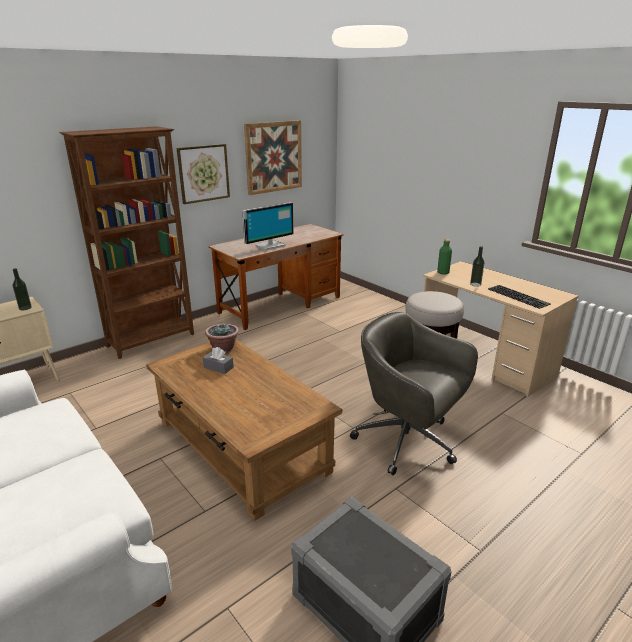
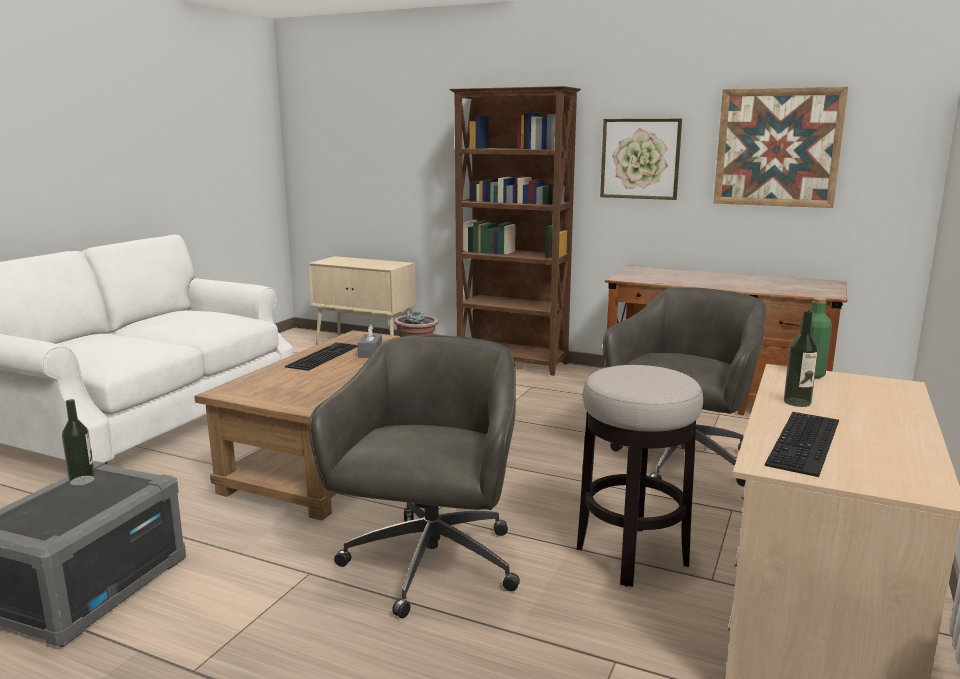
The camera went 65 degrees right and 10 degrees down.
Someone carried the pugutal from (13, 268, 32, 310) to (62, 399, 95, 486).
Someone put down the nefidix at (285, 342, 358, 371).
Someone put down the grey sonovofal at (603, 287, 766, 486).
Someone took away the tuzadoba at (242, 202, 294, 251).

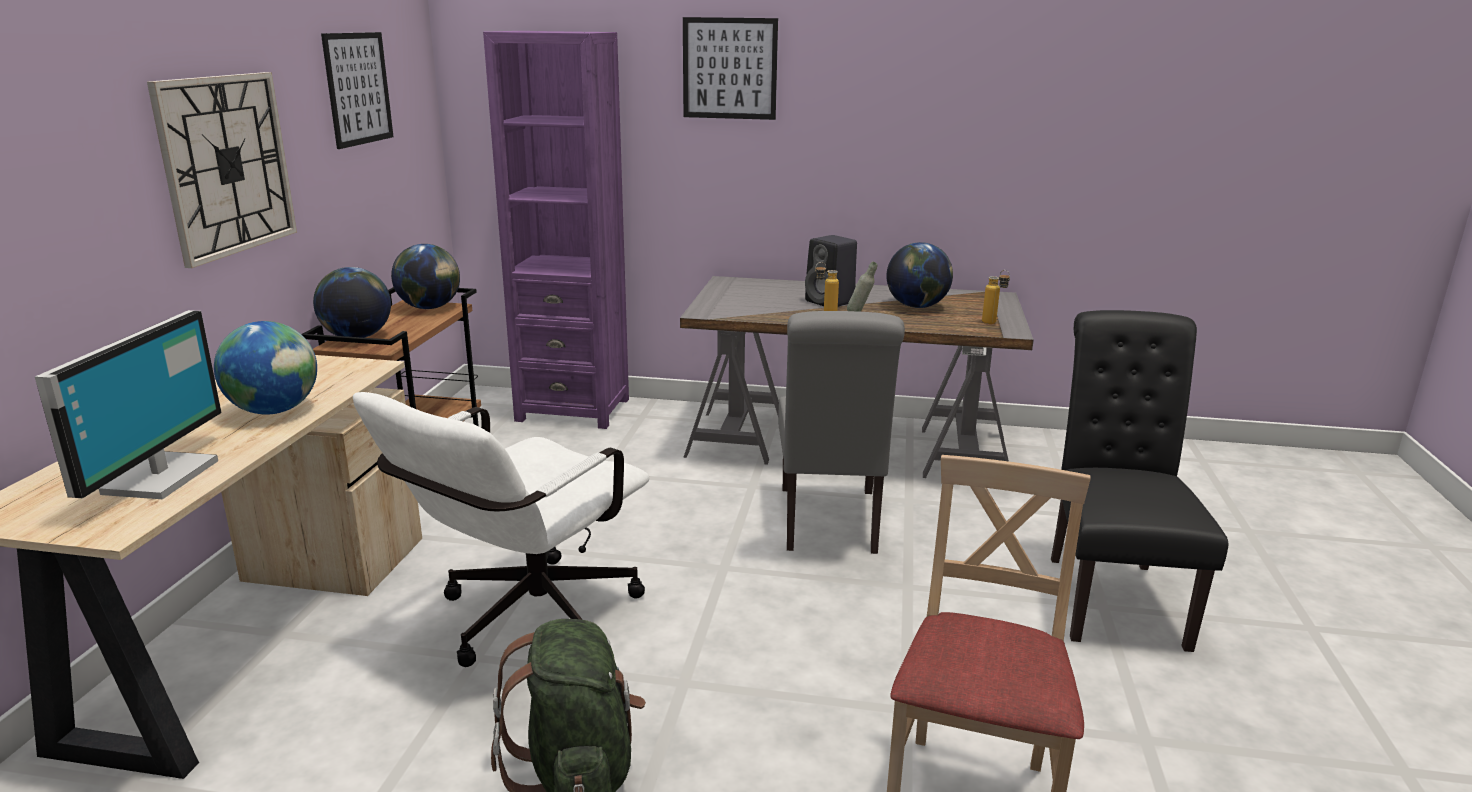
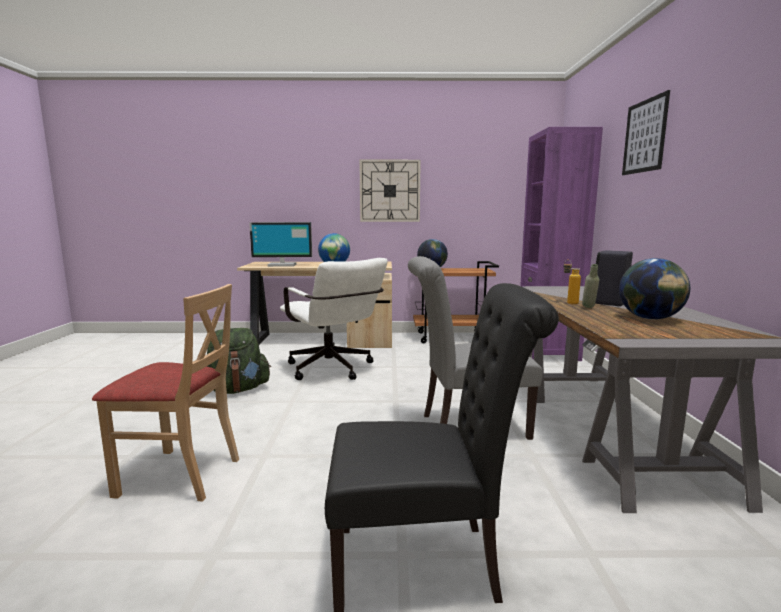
The camera went 80 degrees right and 10 degrees down.
Someone rotated the white sonovofal at (353, 392, 649, 667) by 150 degrees counterclockwise.
Someone took away the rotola at (321, 32, 394, 149).
Someone took away the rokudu at (391, 244, 460, 309).
Someone took away the pugutal at (982, 270, 1010, 324).

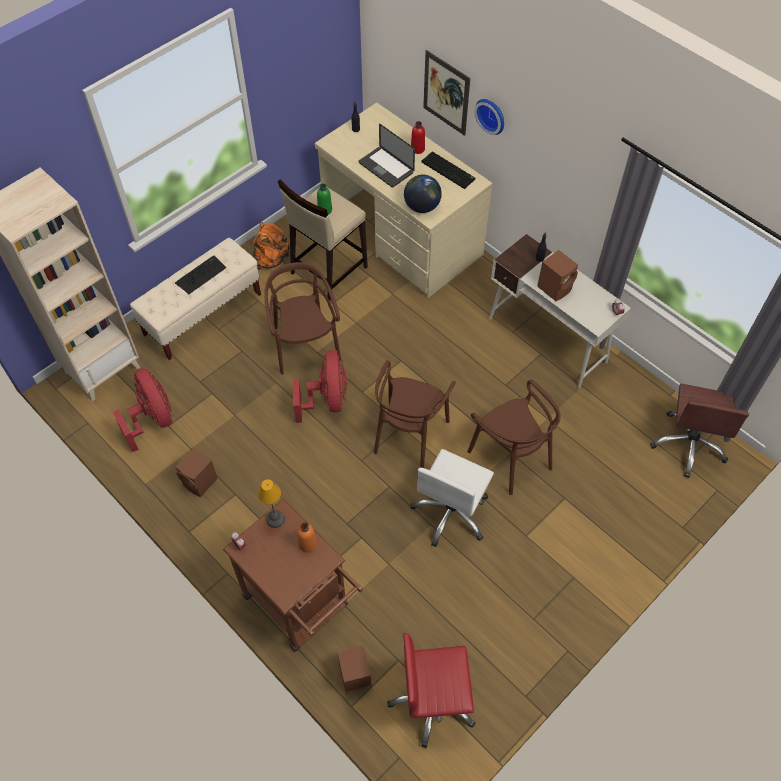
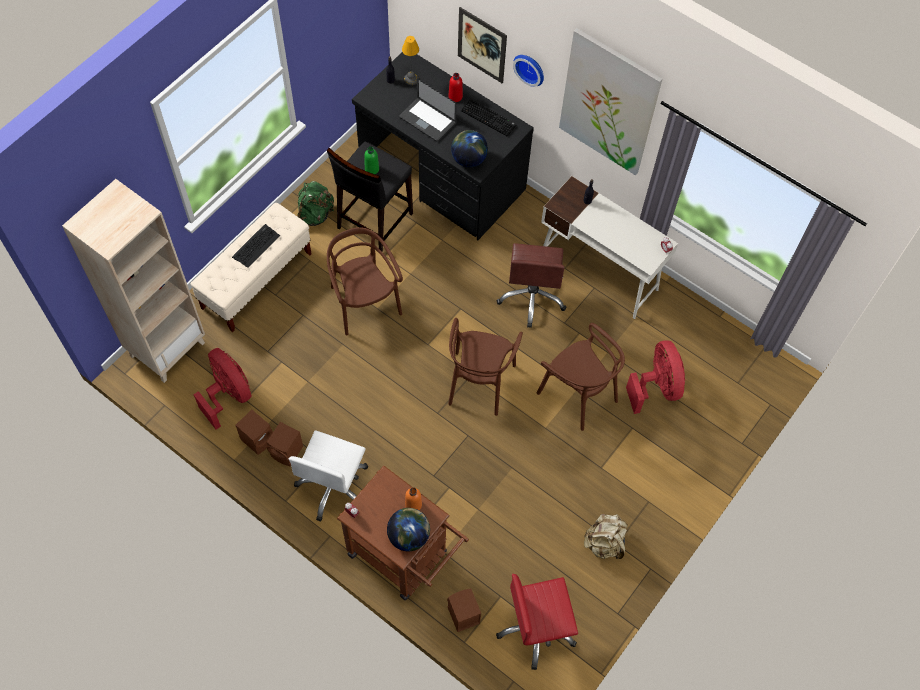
The camera went 10 degrees left and 5 degrees up.
Someone carried the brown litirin from (537, 250, 578, 301) to (236, 410, 273, 455).
Someone carried the white sonovofal from (410, 449, 494, 547) to (288, 430, 368, 521).
Someone repainted the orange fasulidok at (252, 222, 290, 269), which became the green fasulidok at (297, 181, 334, 226).
Someone repainted the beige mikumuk at (278, 179, 368, 301), which became the black mikumuk at (327, 141, 413, 252).
Someone repainted the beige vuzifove at (315, 103, 493, 298), which became the black vuzifove at (352, 52, 534, 241).
Someone put down the rokudu at (387, 508, 430, 551).
Someone carried the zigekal from (258, 479, 285, 528) to (402, 36, 419, 85).
Someone carried the brown sonovofal from (650, 384, 749, 478) to (496, 243, 566, 328).
Someone put up the rotola at (559, 28, 662, 175).
Someone put down the beige fasulidok at (584, 514, 628, 559).
Someone carried the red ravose from (293, 350, 347, 423) to (626, 340, 685, 414).

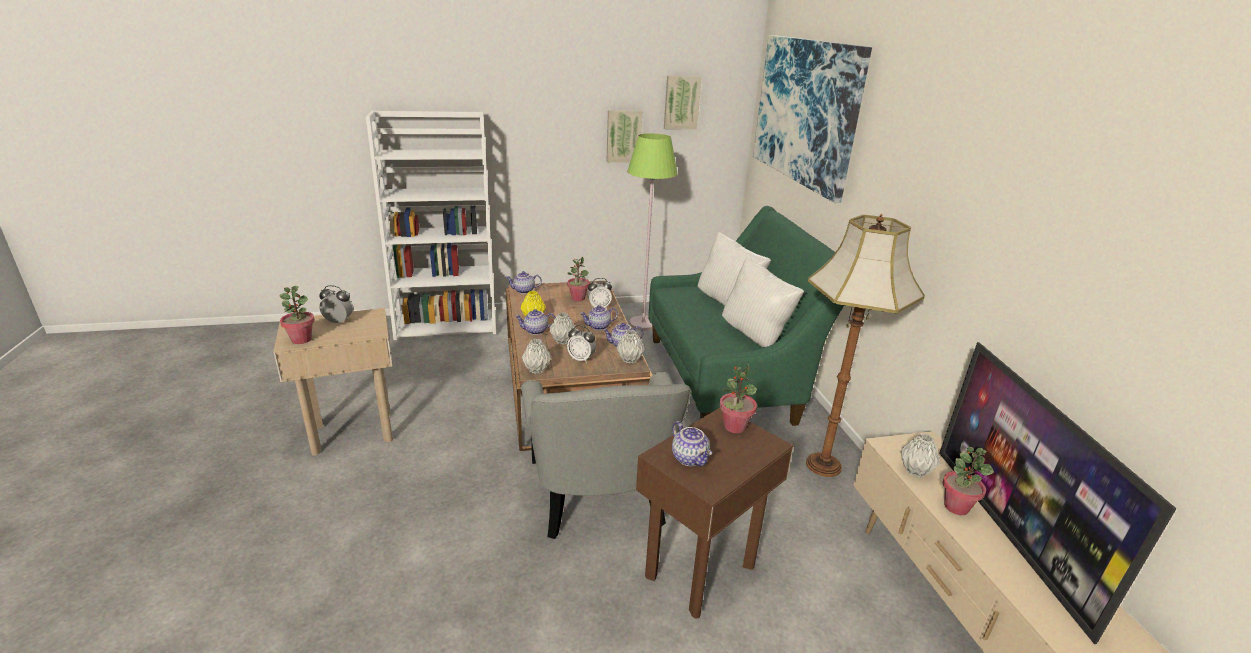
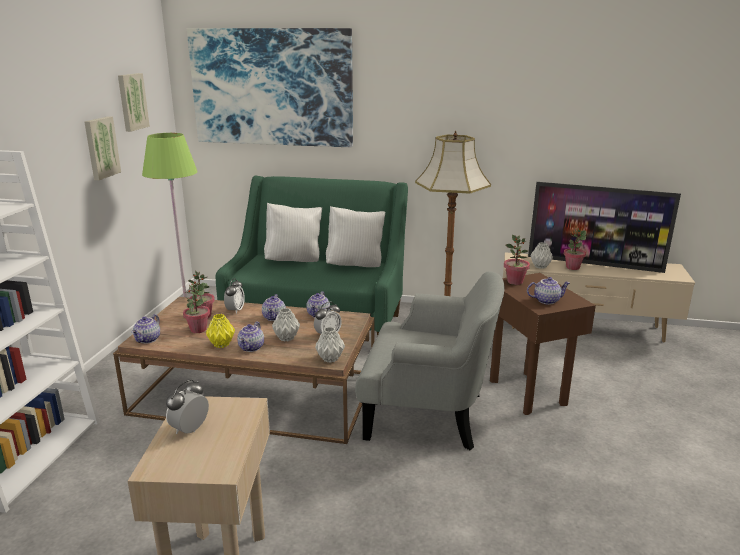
The camera went 65 degrees left and 5 degrees down.
Someone carried the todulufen from (279, 286, 315, 344) to (183, 283, 210, 333).
Someone took away the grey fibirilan at (617, 330, 645, 364).

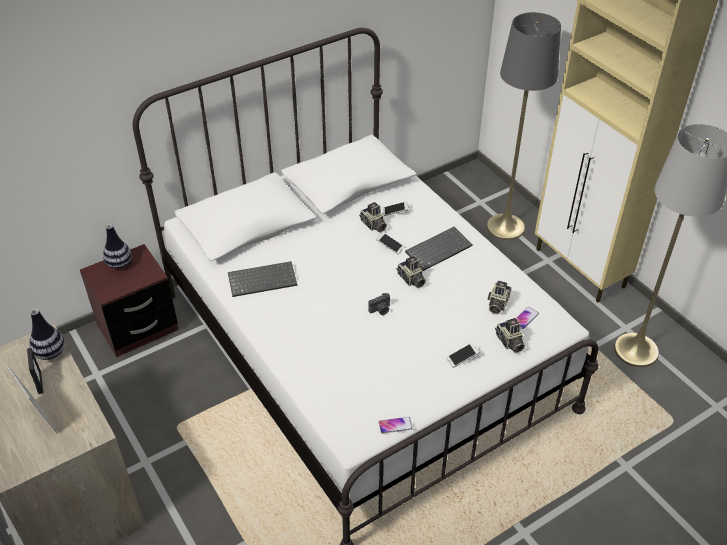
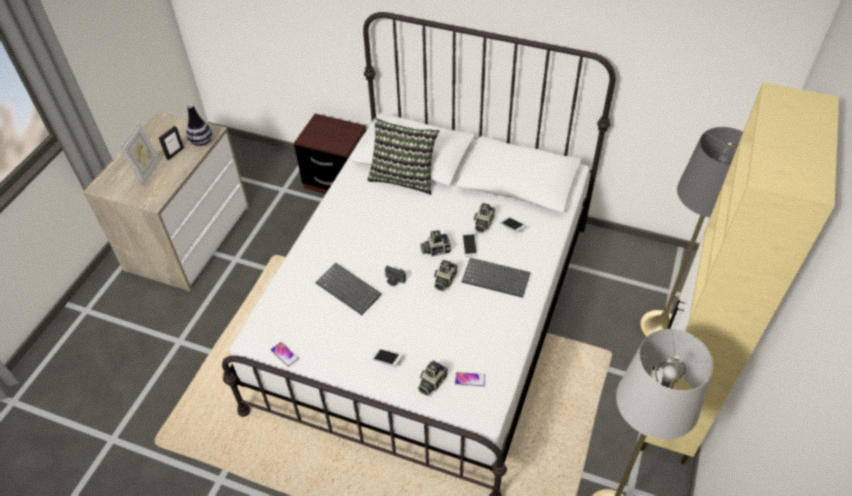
The camera went 55 degrees right and 5 degrees up.
Someone carried the nefidix from (228, 261, 297, 297) to (315, 263, 382, 315).
Someone put down the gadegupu at (367, 118, 439, 195).
Someone carried the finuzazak from (488, 281, 511, 314) to (420, 230, 451, 257).
Someone took away the fibirilan at (103, 224, 132, 269).

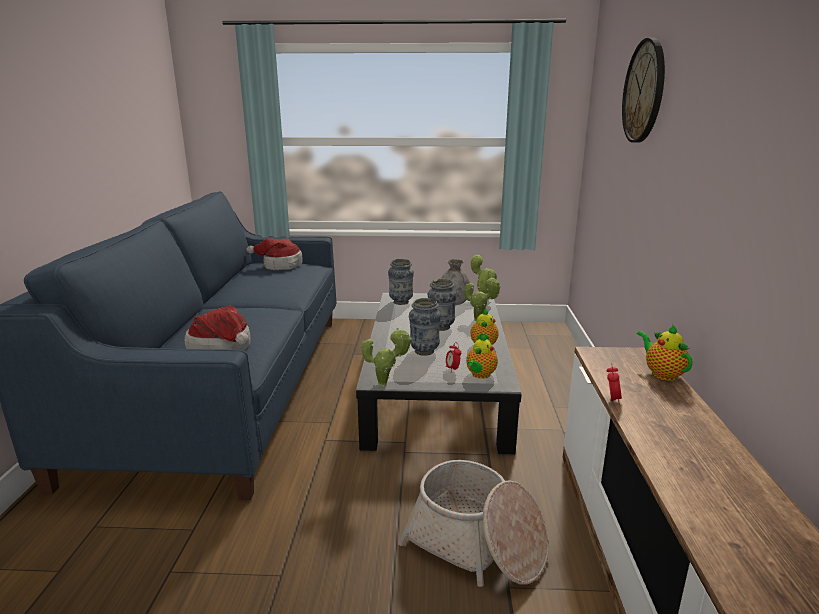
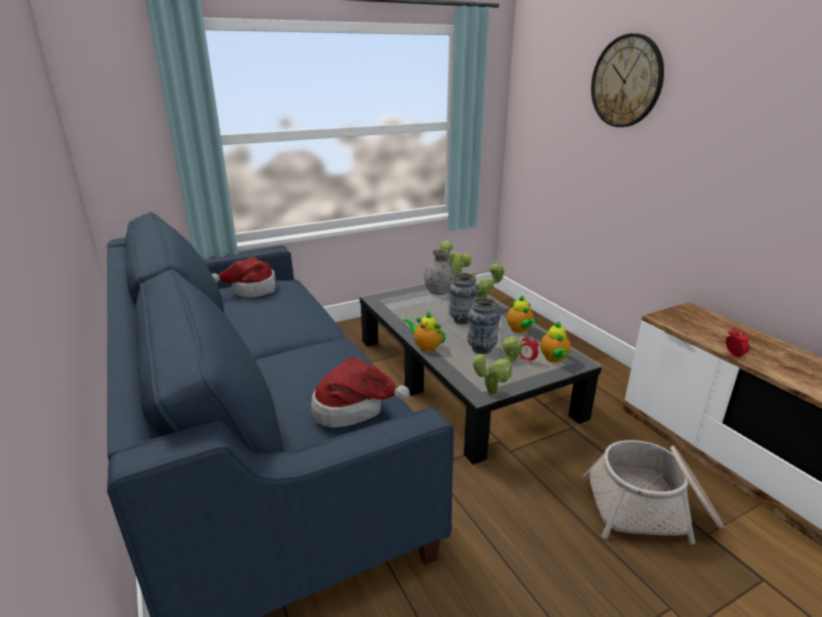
The camera went 30 degrees left and 5 degrees up.
Someone carried the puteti from (637, 325, 693, 381) to (403, 312, 446, 352).
Someone took away the fibirilan at (388, 259, 414, 305).

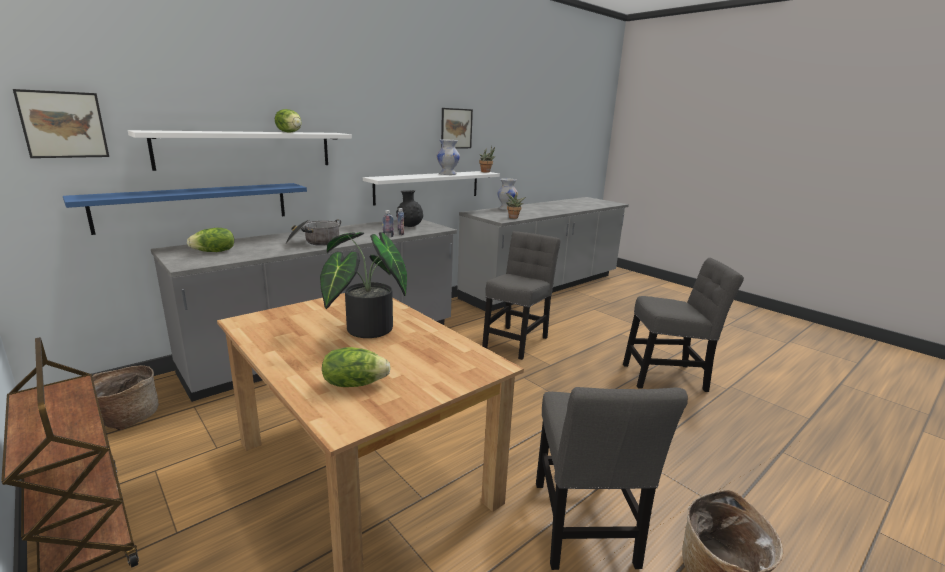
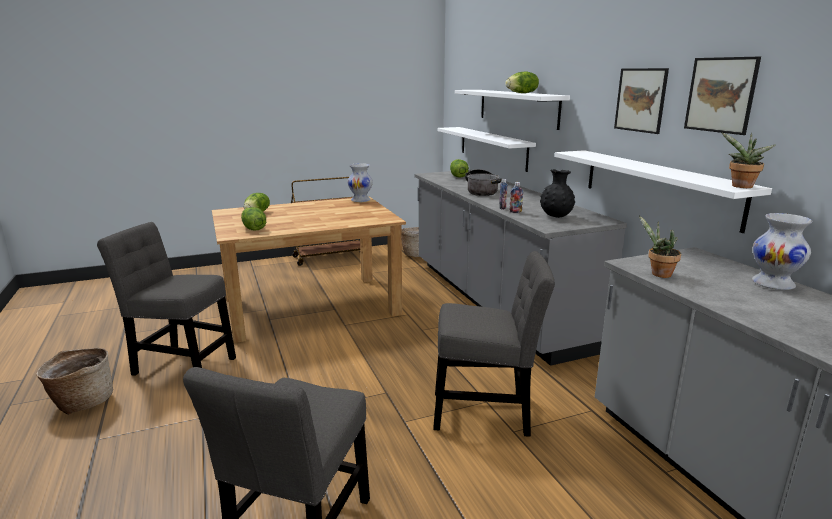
The camera went 110 degrees right and 0 degrees up.
Someone put down the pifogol at (241, 207, 266, 230).
Someone carried the white fibirilan from (437, 139, 460, 175) to (348, 163, 373, 202).
Someone rotated the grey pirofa at (482, 231, 561, 360) by 45 degrees counterclockwise.
Someone repainted the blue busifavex at (63, 183, 307, 235), which became the white busifavex at (437, 127, 536, 172).
Someone carried the rotola from (13, 89, 109, 158) to (614, 68, 669, 134).
Someone took away the todulufen at (320, 232, 407, 338).

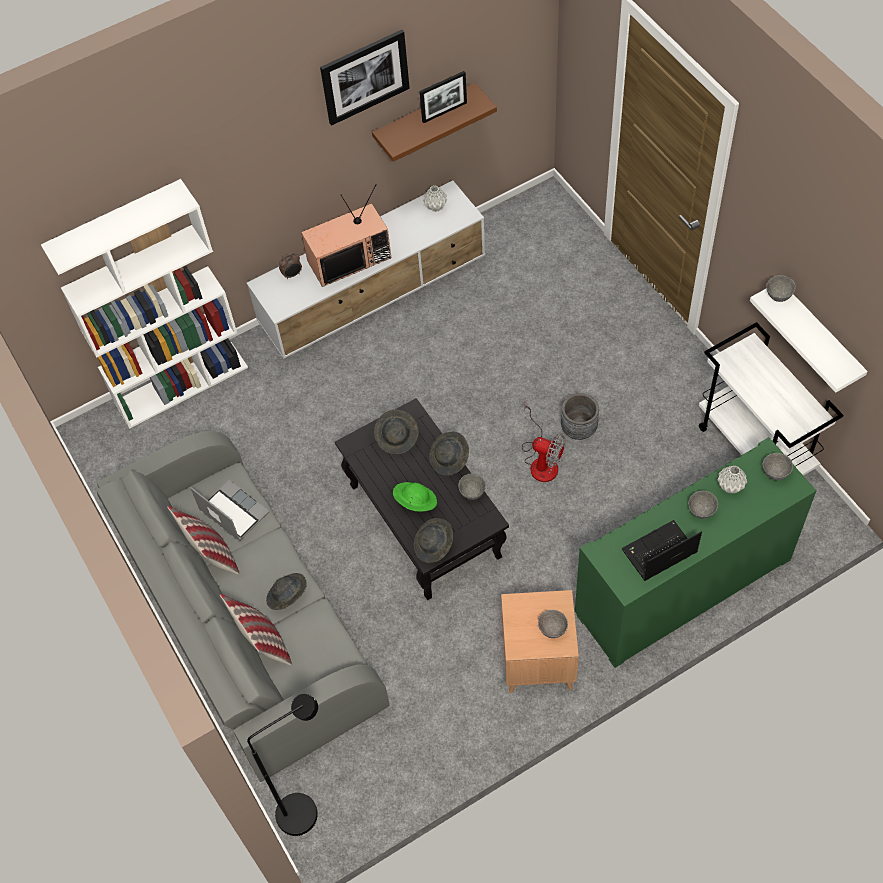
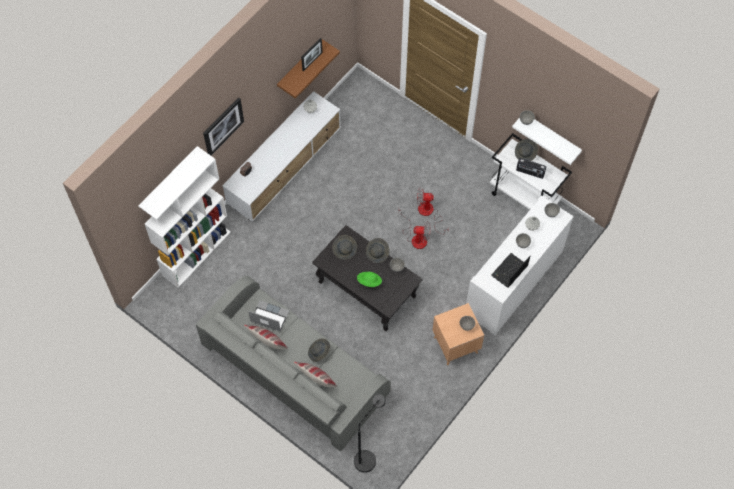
The camera went 25 degrees left and 5 degrees up.
Someone carried the rotola from (320, 30, 410, 126) to (203, 97, 244, 155).
Someone swapped the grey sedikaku at (561, 393, 599, 440) for the ravose at (417, 187, 449, 234).
Someone repainted the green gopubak at (575, 437, 816, 668), which became the white gopubak at (466, 195, 574, 335).
Someone carried the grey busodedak from (414, 518, 453, 563) to (515, 139, 538, 161).
Someone put down the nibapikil at (516, 158, 546, 179).
Someone took away the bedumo at (301, 184, 391, 287).

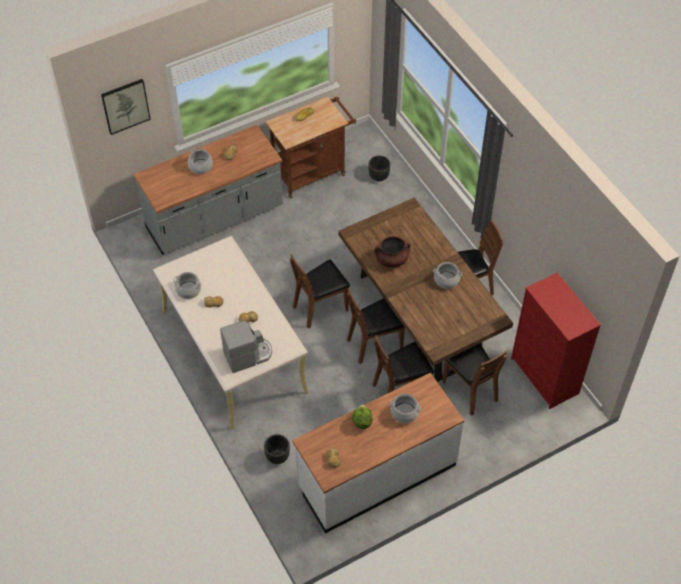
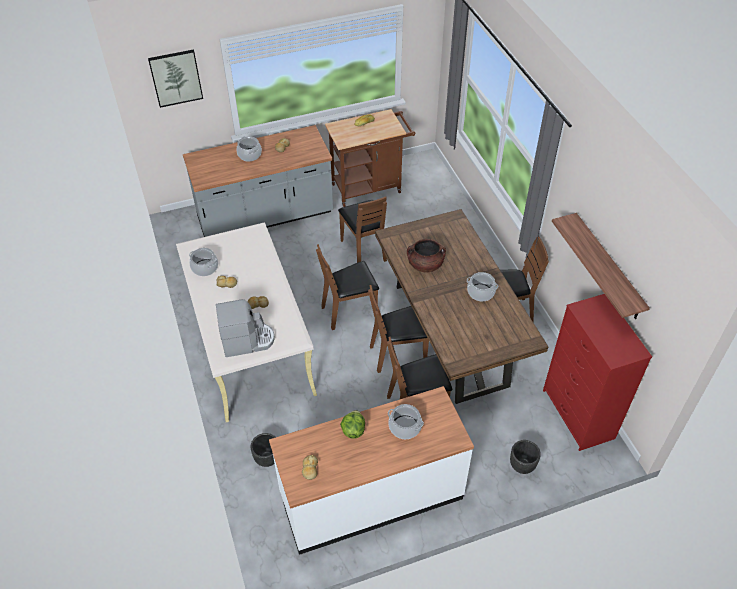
The camera went 10 degrees right and 5 degrees down.
Someone carried the brown pirofa from (442, 343, 507, 416) to (338, 196, 387, 263).
Someone carried the black sedikaku from (369, 156, 390, 182) to (510, 440, 541, 474).
Someone put up the busifavex at (552, 213, 650, 319).

